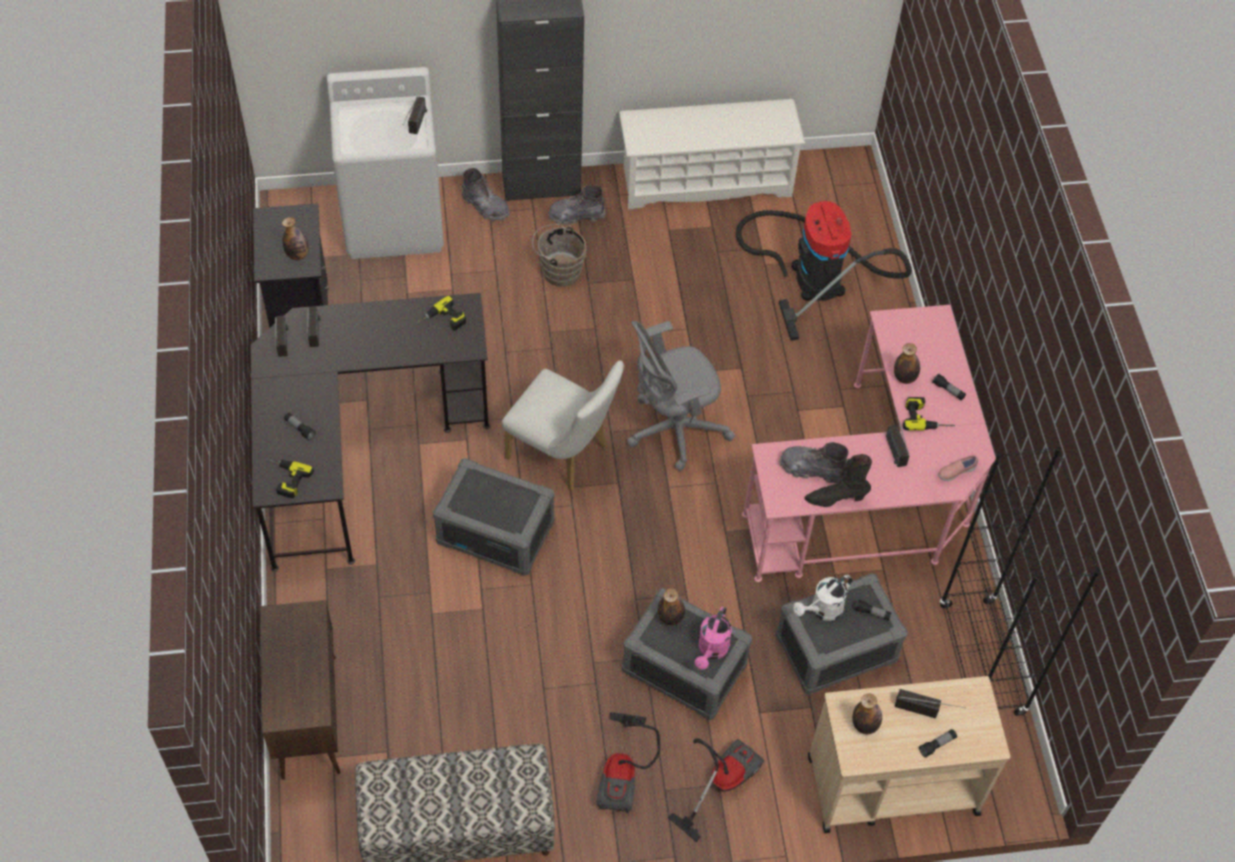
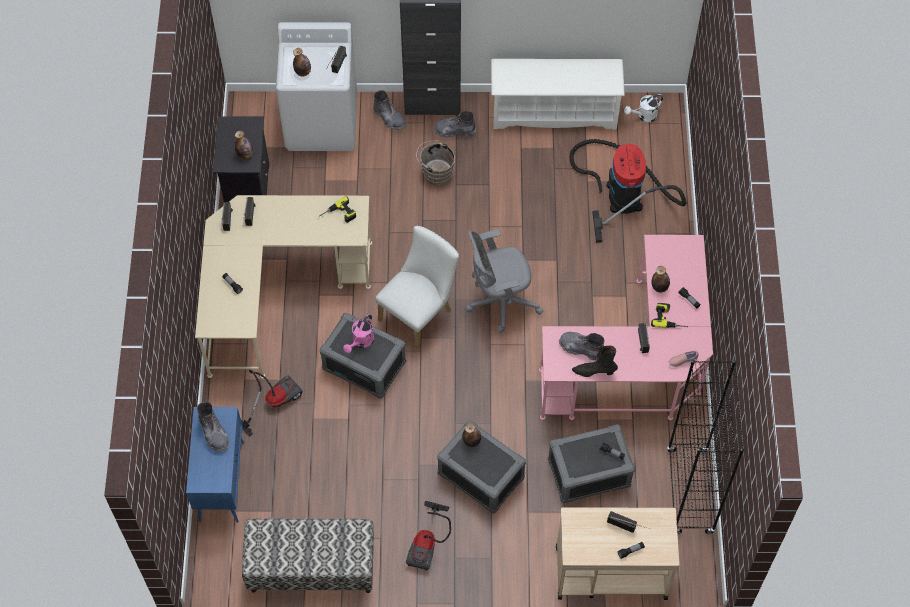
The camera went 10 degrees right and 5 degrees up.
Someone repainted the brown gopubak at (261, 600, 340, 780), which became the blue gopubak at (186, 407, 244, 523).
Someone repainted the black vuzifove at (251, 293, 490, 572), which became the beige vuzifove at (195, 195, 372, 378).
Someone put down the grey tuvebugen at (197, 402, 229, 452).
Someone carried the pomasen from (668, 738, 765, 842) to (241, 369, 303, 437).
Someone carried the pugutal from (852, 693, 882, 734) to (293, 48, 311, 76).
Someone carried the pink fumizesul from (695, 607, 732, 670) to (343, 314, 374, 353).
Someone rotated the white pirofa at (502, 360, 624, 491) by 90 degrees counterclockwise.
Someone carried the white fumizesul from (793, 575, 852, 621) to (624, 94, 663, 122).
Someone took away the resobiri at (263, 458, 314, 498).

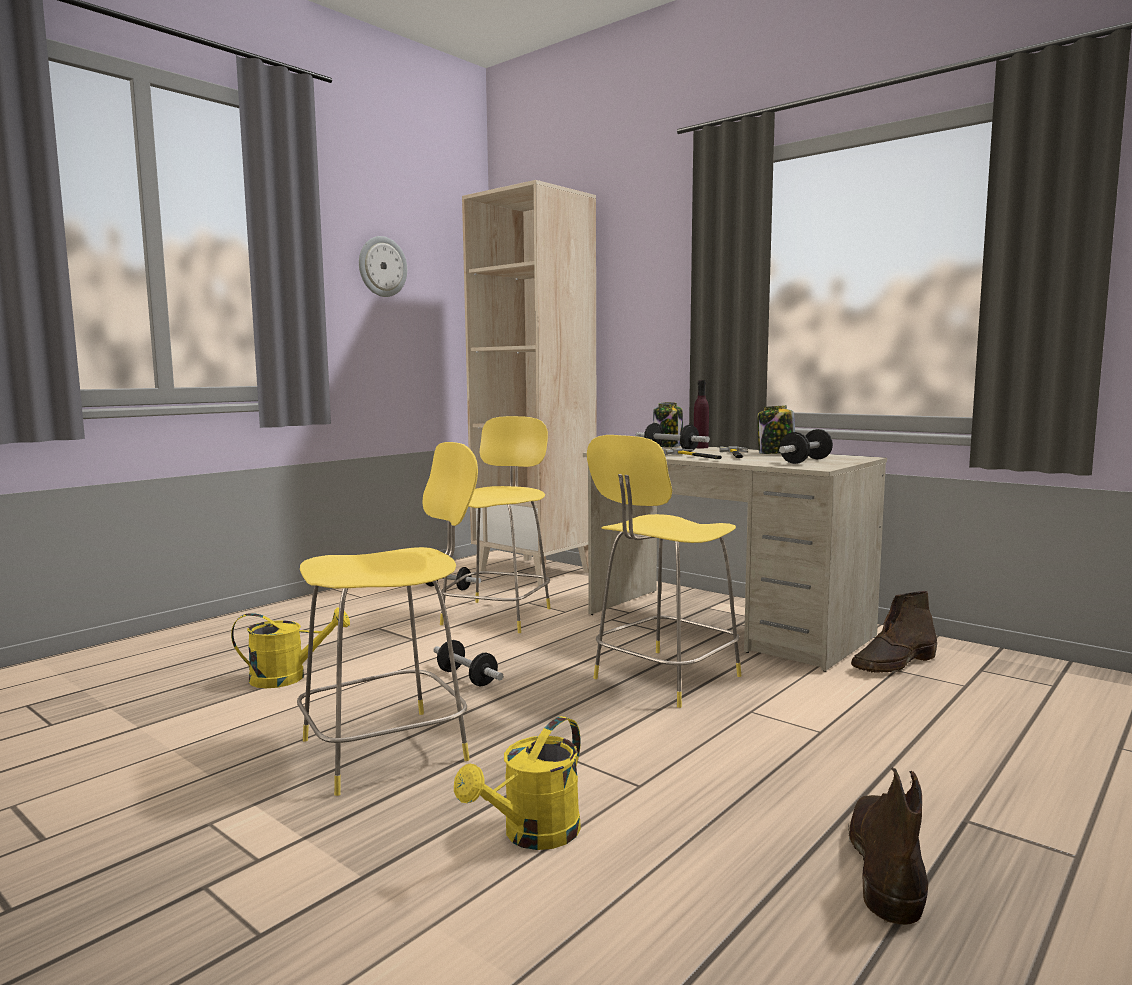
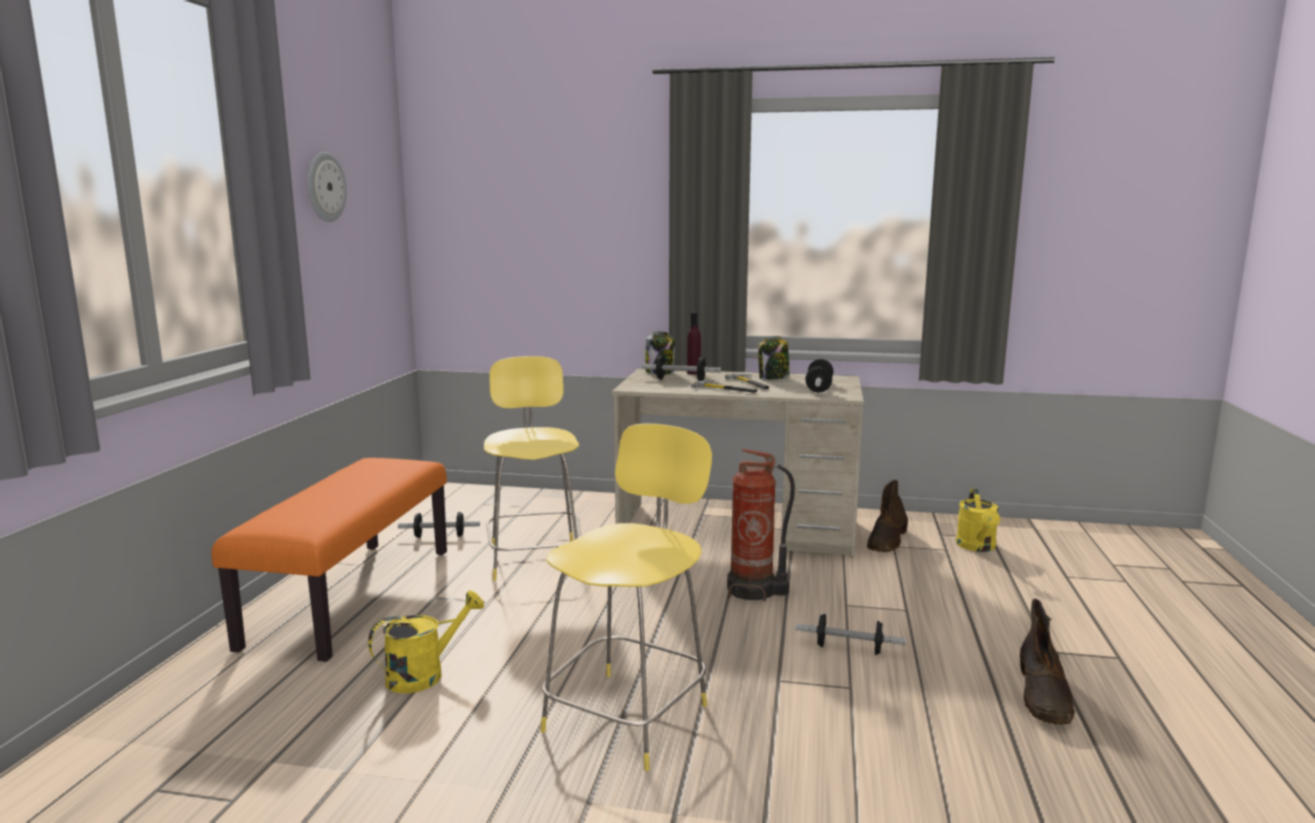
The camera went 30 degrees left and 5 degrees up.
Someone put down the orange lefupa at (211, 458, 447, 662).
Someone swapped the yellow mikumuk at (587, 435, 741, 708) for the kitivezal at (727, 449, 795, 602).
Someone carried the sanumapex from (433, 640, 503, 686) to (796, 614, 906, 655).
Someone carried the yellow fumizesul from (454, 716, 581, 850) to (956, 488, 1000, 552).
Someone rotated the brown tuvebugen at (848, 767, 928, 925) by 150 degrees counterclockwise.
Someone took away the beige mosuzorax at (462, 180, 597, 586).

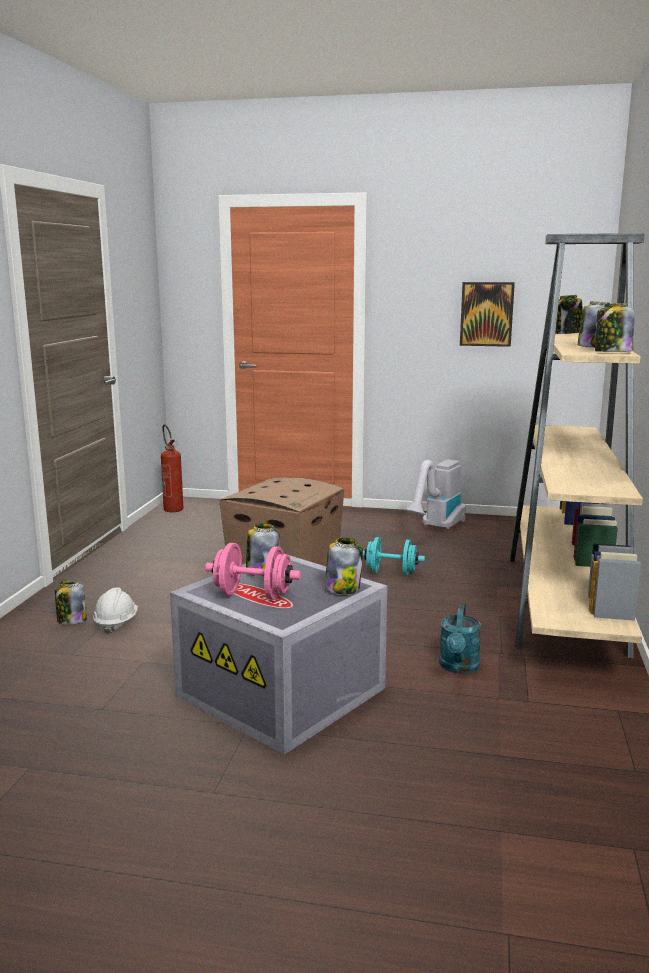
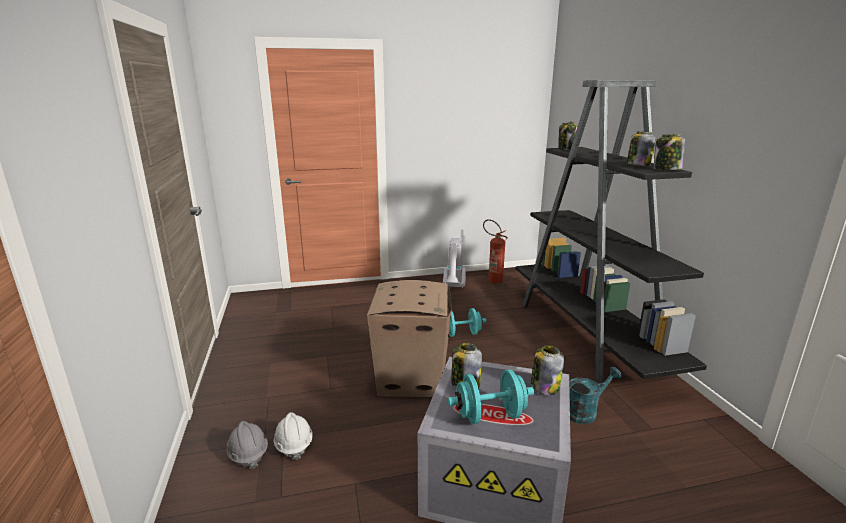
The camera went 25 degrees left and 5 degrees up.
Someone swapped the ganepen at (55, 580, 87, 625) for the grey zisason at (227, 421, 268, 469).
Someone repainted the pink sanumapex at (205, 543, 301, 600), which became the turquoise sanumapex at (448, 370, 534, 424).
Someone carried the kitivezal from (161, 424, 183, 512) to (483, 219, 508, 284).
Someone repainted the beige mosuzorax at (510, 233, 645, 659), which became the black mosuzorax at (516, 80, 707, 382).
Someone rotated the turquoise fumizesul at (439, 603, 481, 674) by 105 degrees counterclockwise.
Someone took away the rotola at (460, 282, 515, 347).

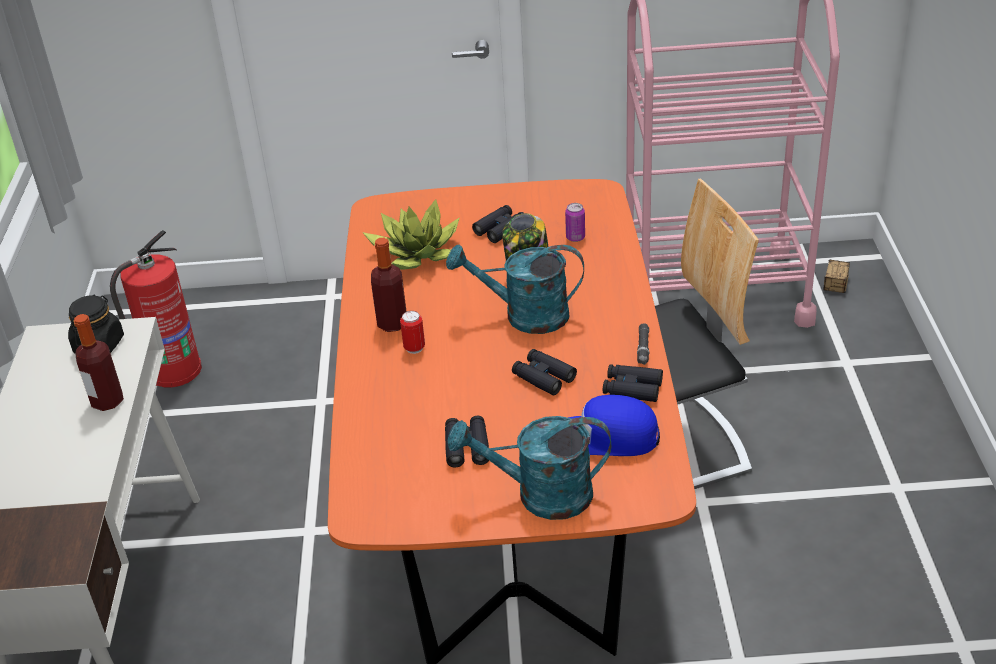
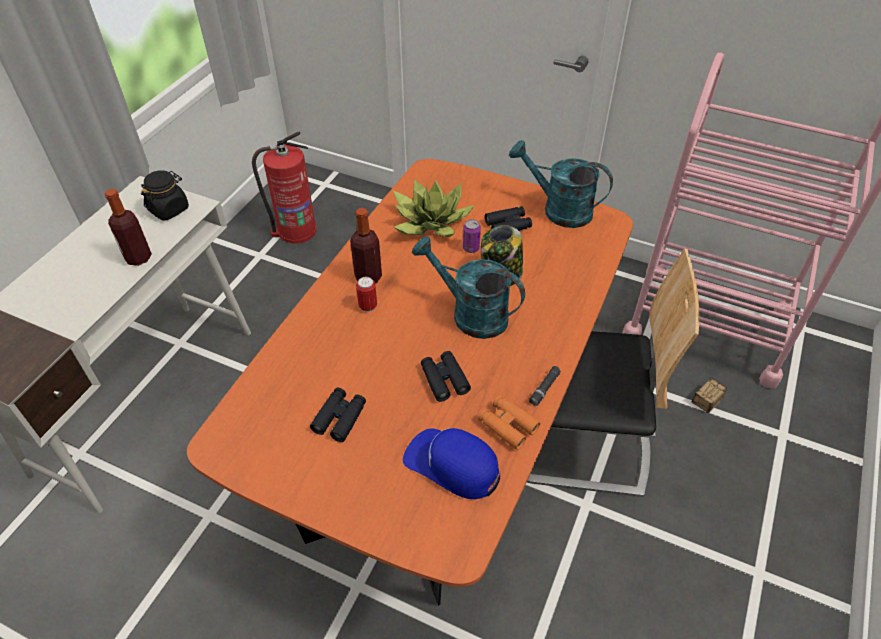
The camera went 25 degrees right and 10 degrees up.
Someone carried the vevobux from (565, 203, 585, 242) to (463, 219, 481, 253).
Someone repainted the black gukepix at (603, 364, 663, 402), which became the orange gukepix at (478, 395, 540, 450).
Someone carried the turquoise fumizesul from (447, 416, 612, 520) to (509, 140, 613, 228).
Someone carried the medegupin from (823, 260, 850, 293) to (692, 377, 728, 413).

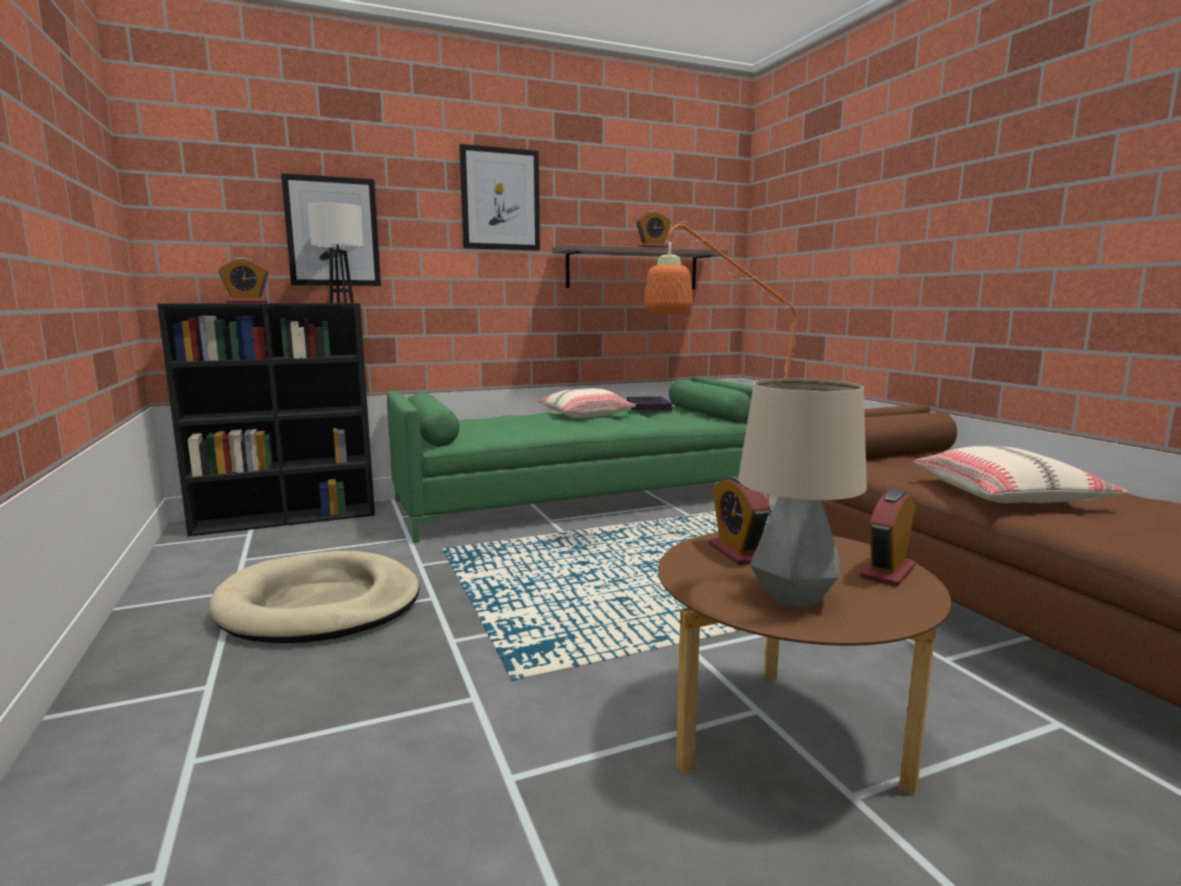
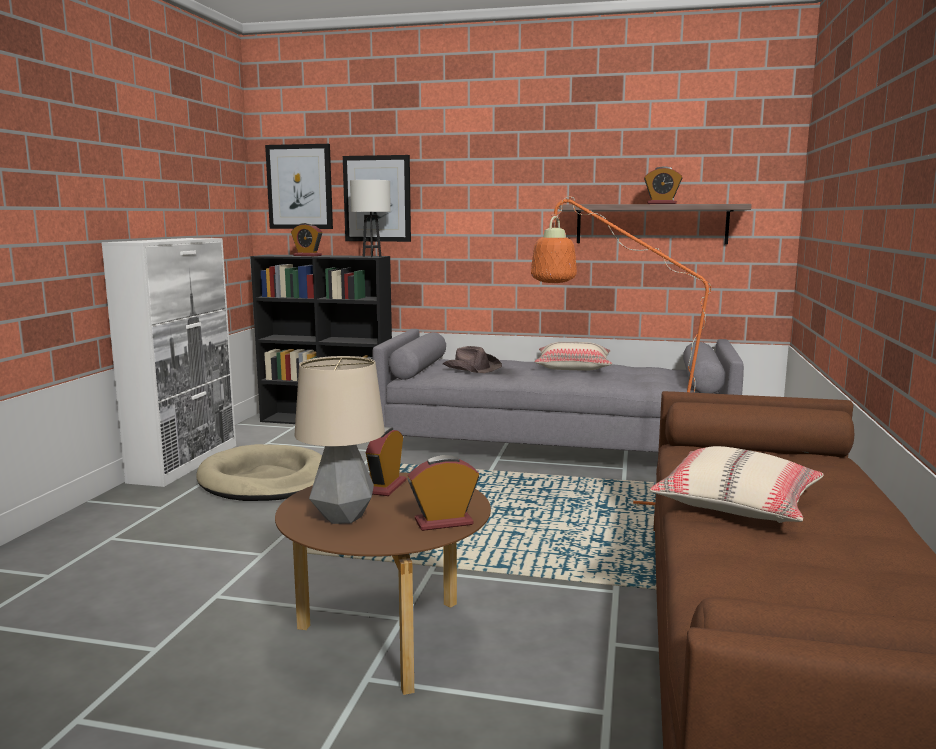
The camera went 35 degrees right and 0 degrees up.
Someone put down the white gopubak at (101, 238, 236, 487).
Someone carried the rotola from (459, 144, 540, 251) to (265, 144, 333, 229).
Someone repainted the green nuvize at (387, 376, 764, 543), which became the grey nuvize at (372, 329, 744, 452).
Someone put down the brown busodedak at (443, 346, 502, 373).
Someone took away the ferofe at (626, 396, 672, 412).

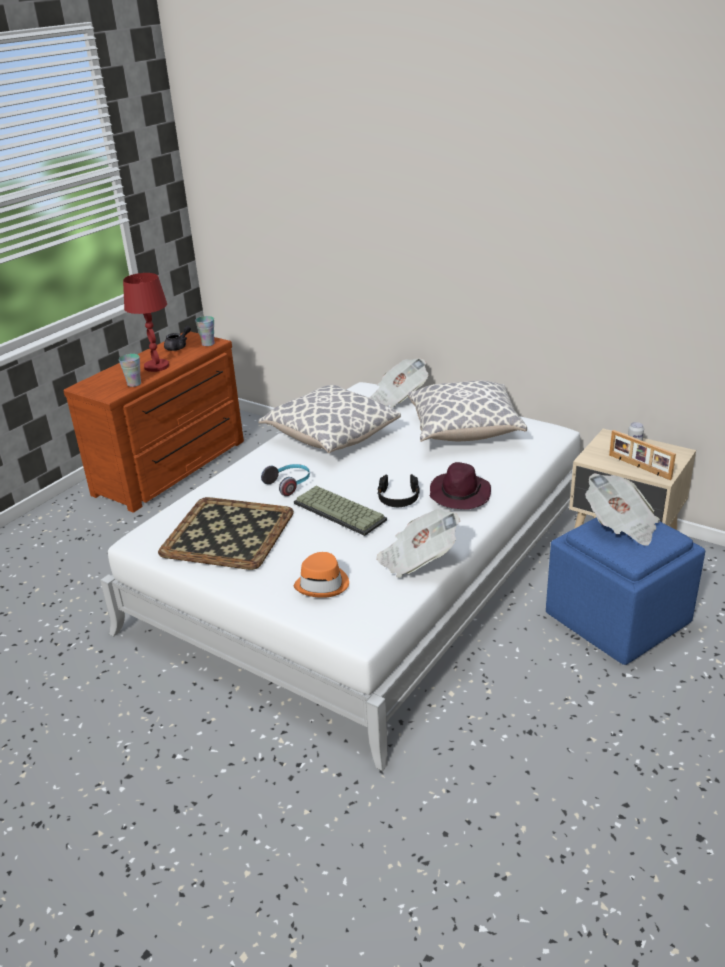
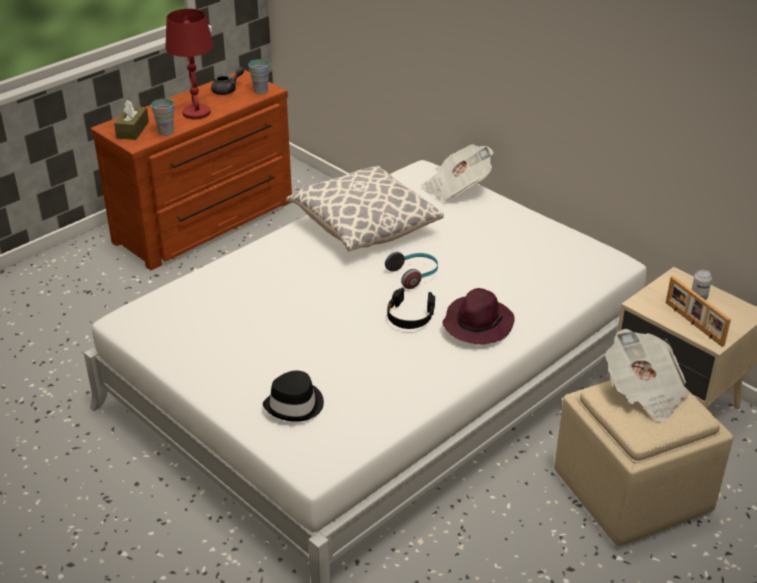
The camera went 10 degrees right and 5 degrees up.
Someone put down the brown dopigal at (114, 100, 149, 140).
Someone repainted the orange busodedak at (294, 552, 349, 598), which became the black busodedak at (263, 371, 324, 422).
Someone carried the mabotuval from (261, 464, 310, 496) to (385, 252, 438, 289).
Someone repainted the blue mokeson at (546, 517, 705, 665), which became the beige mokeson at (554, 380, 733, 546).
Someone took away the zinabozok at (158, 497, 294, 570).
Someone took away the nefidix at (294, 486, 387, 536).
Someone took away the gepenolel at (376, 509, 460, 578).
Someone took away the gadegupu at (408, 380, 527, 442).

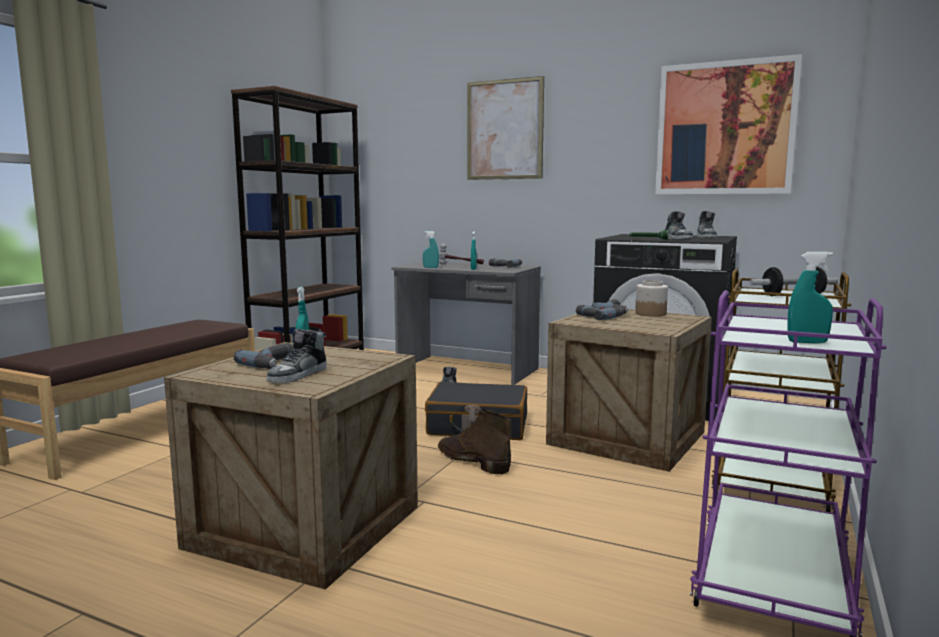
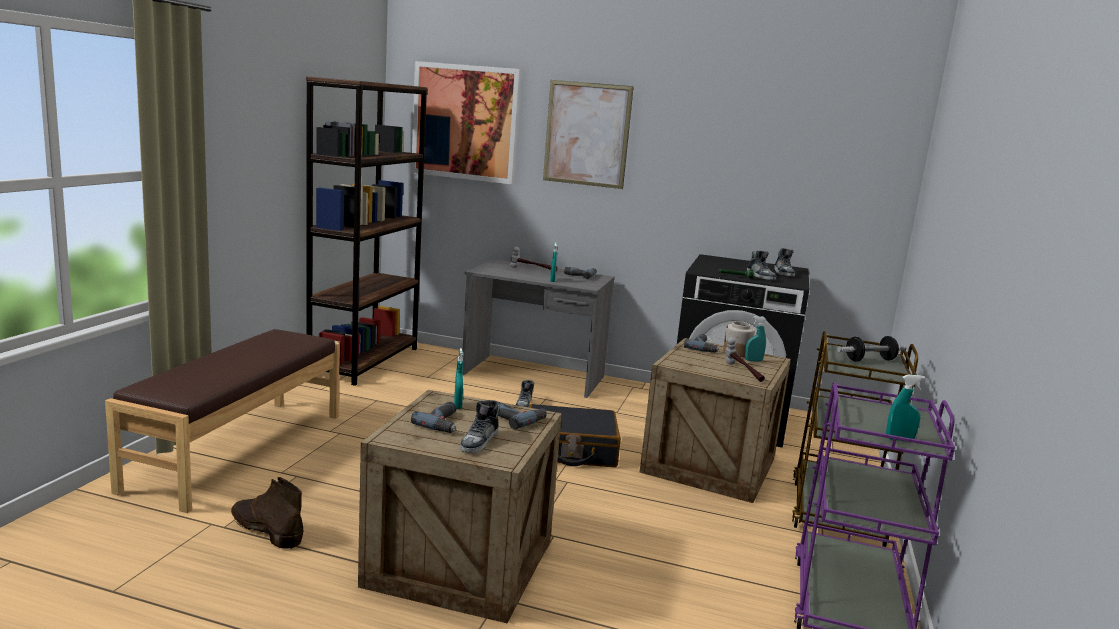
The camera went 10 degrees left and 5 degrees up.
Someone carried the brown tuvebugen from (438, 409, 511, 475) to (231, 477, 303, 549).
Someone carried the rotola from (655, 54, 802, 194) to (411, 61, 521, 184).
Someone carried the resobiri from (576, 305, 624, 320) to (497, 401, 547, 429).
Someone put down the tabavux at (725, 337, 765, 382).
Someone carried the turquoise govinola from (423, 231, 439, 268) to (745, 316, 767, 361).

